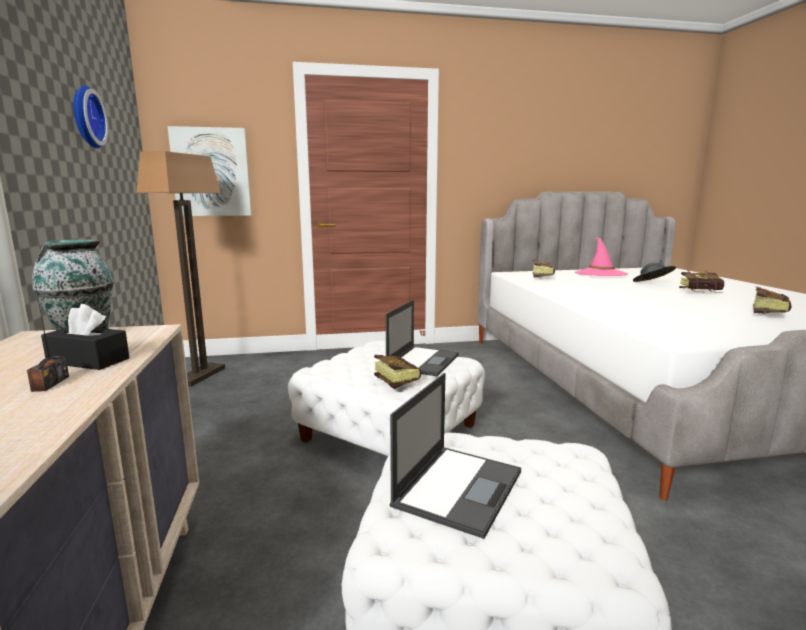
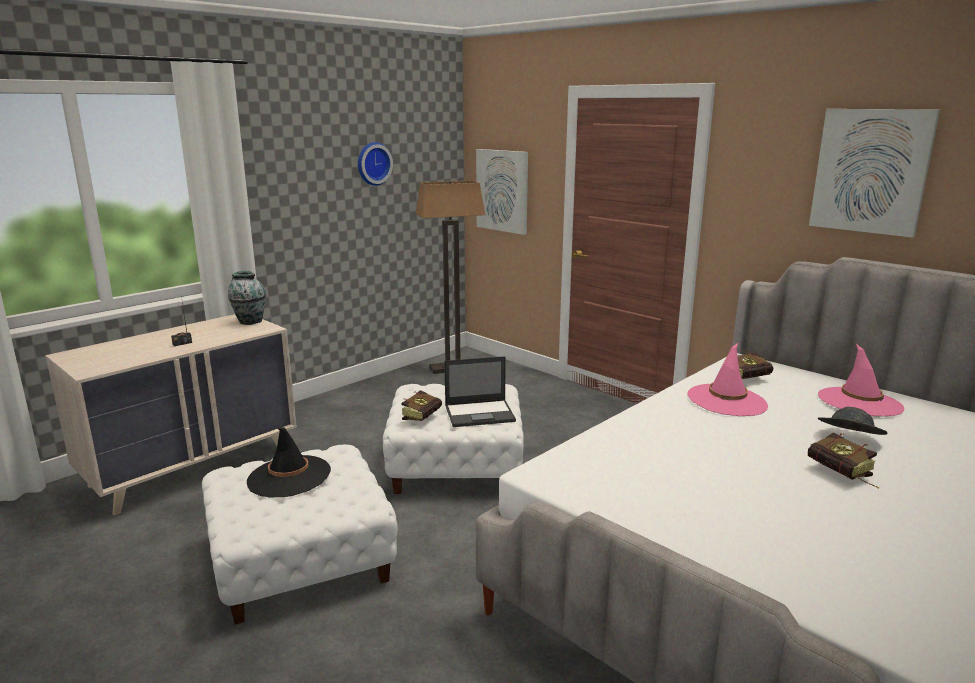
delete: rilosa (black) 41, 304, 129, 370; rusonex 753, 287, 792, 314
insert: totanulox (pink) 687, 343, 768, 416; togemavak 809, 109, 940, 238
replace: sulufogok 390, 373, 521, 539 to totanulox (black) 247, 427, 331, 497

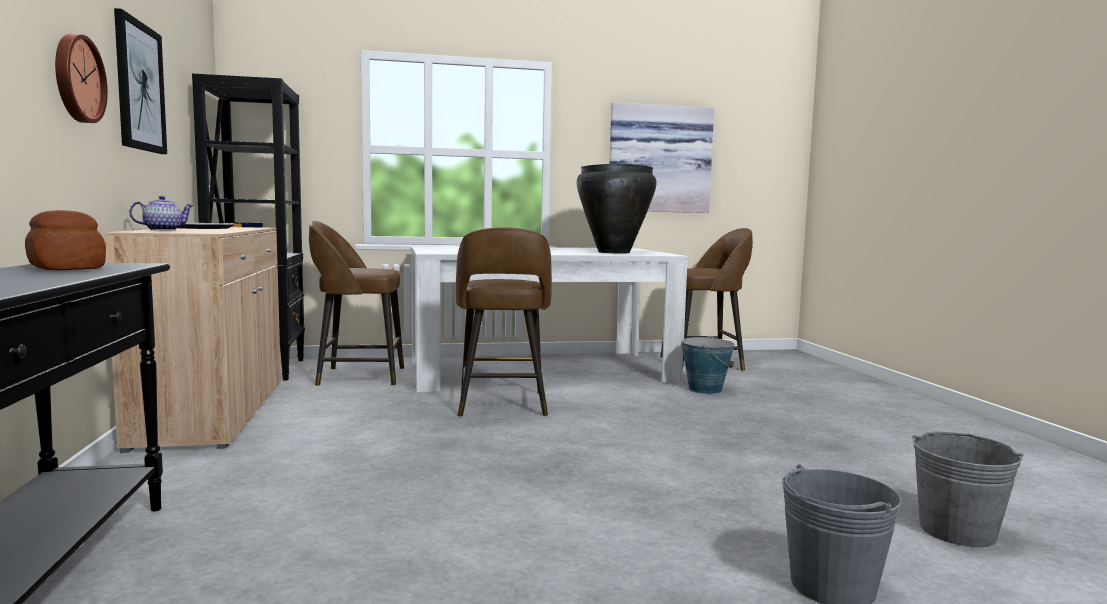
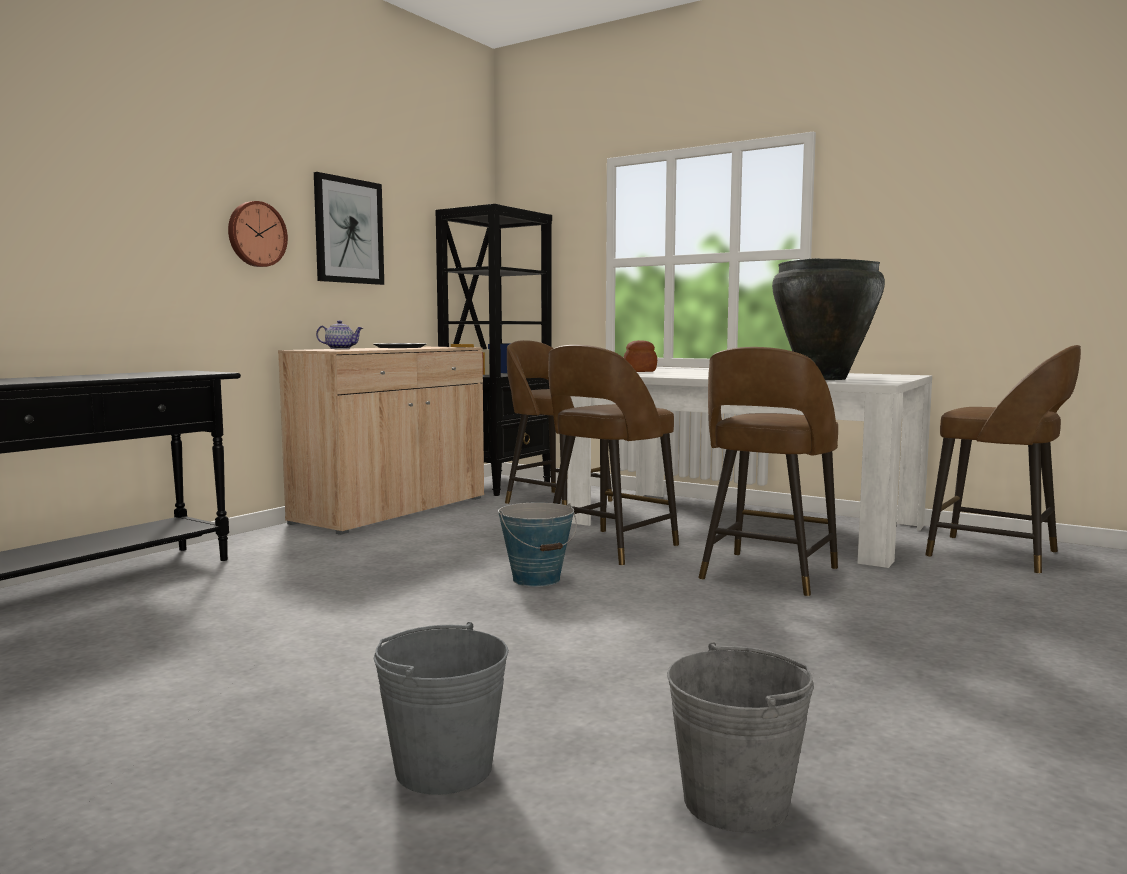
delete: togemavak 610, 102, 714, 213
insert: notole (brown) 698, 347, 838, 597
move: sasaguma 25, 210, 106, 270 to 624, 340, 657, 372; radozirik 681, 336, 735, 394 to 498, 503, 577, 587

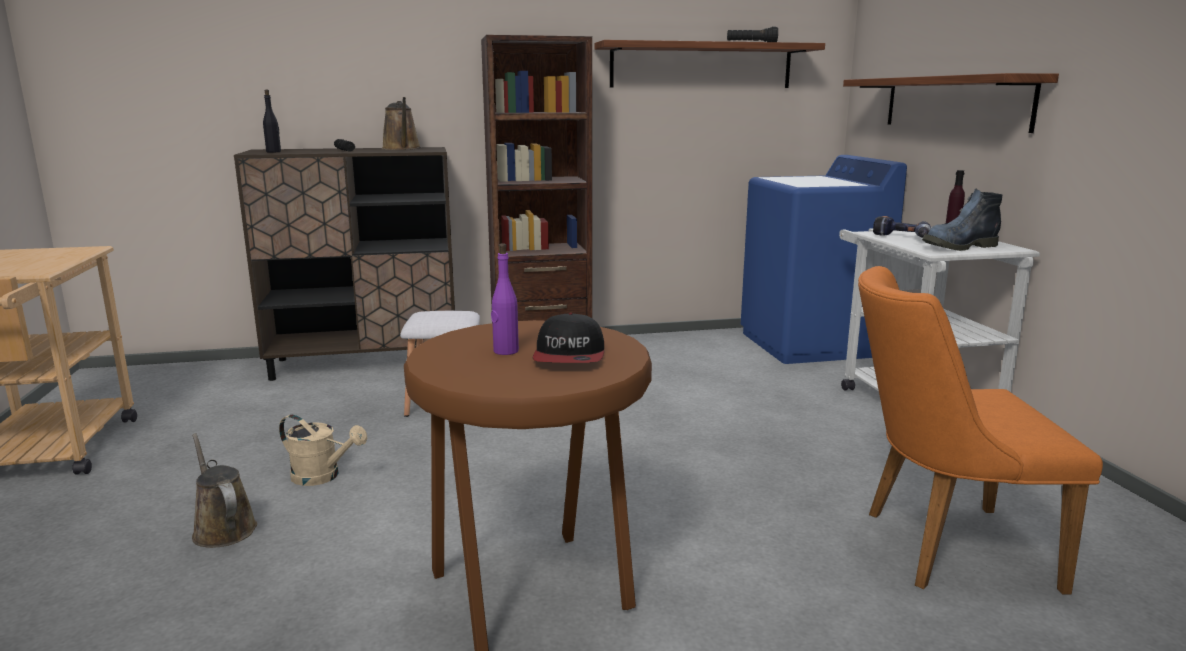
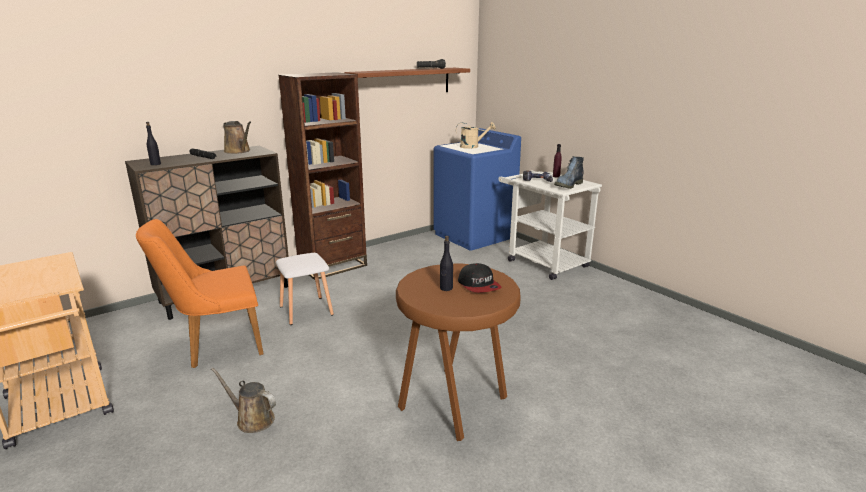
delete: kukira 843, 73, 1059, 133
move: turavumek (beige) 279, 415, 368, 486 to 456, 122, 496, 149; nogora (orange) 858, 266, 1103, 594 to 136, 219, 264, 368
recolor: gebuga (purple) 491, 243, 519, 355 to gebuga (black) 440, 236, 453, 291

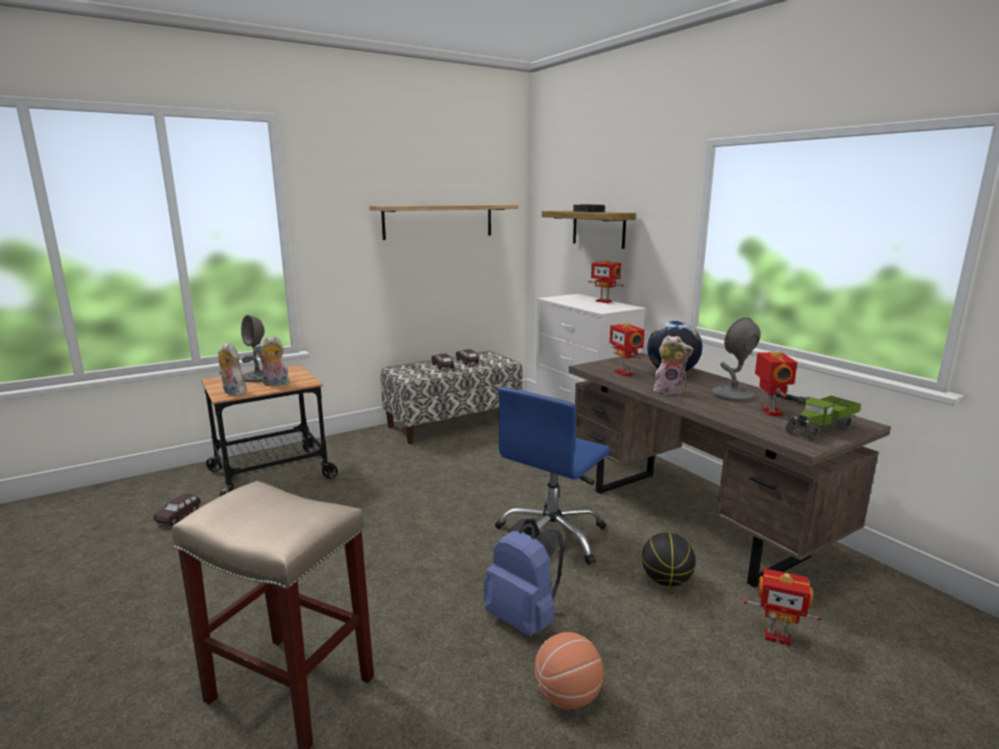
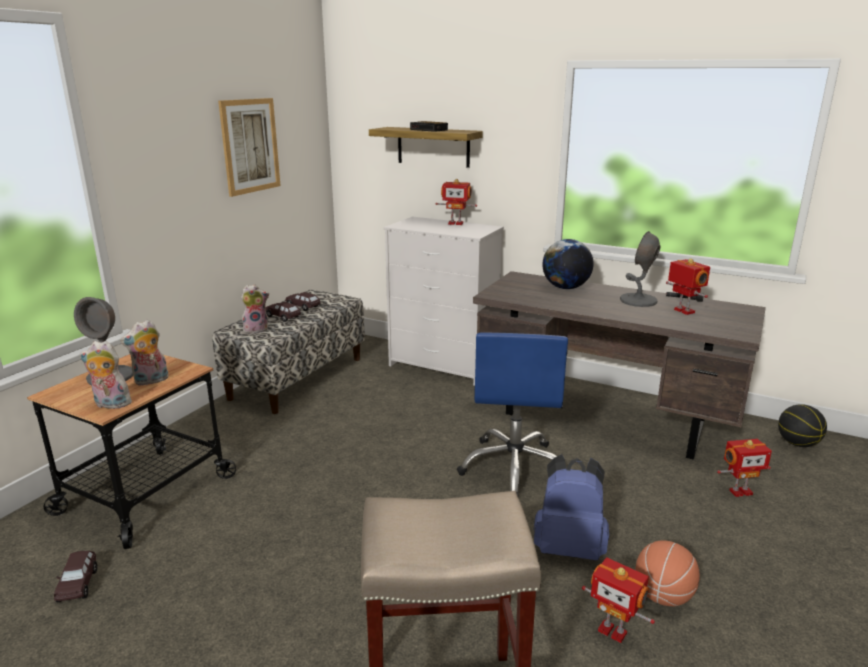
delete: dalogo 784, 396, 861, 441
move: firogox 610, 322, 645, 376 to 582, 557, 655, 643; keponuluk 642, 532, 696, 586 to 778, 404, 827, 447; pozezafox 653, 335, 694, 395 to 241, 284, 269, 334
replace: kukira 369, 204, 518, 240 to togemavak 218, 98, 281, 197

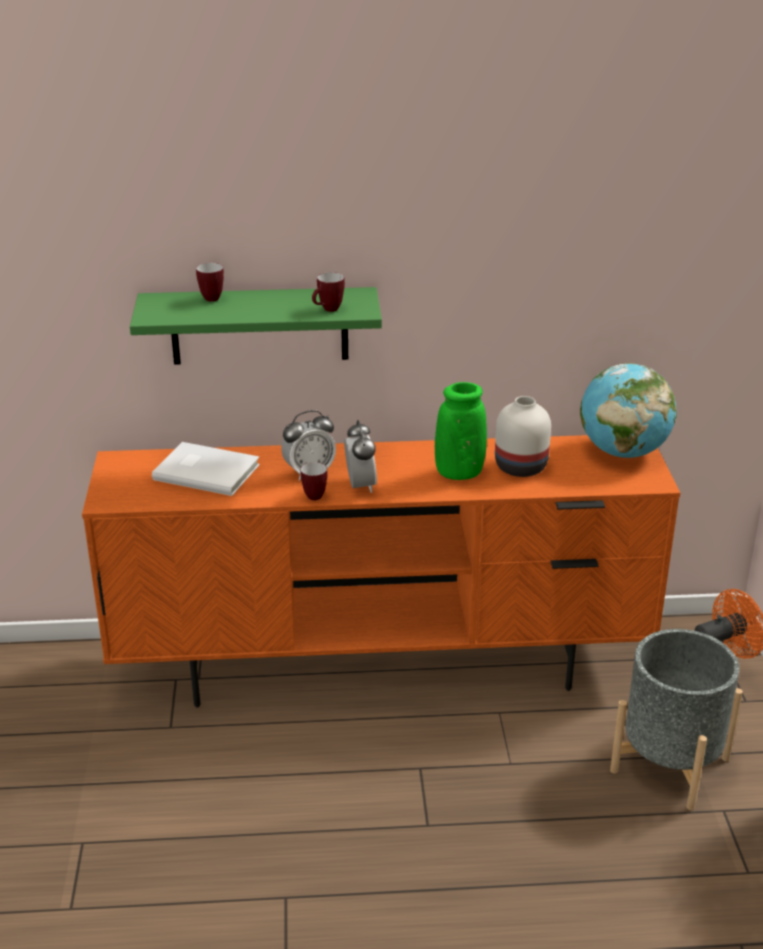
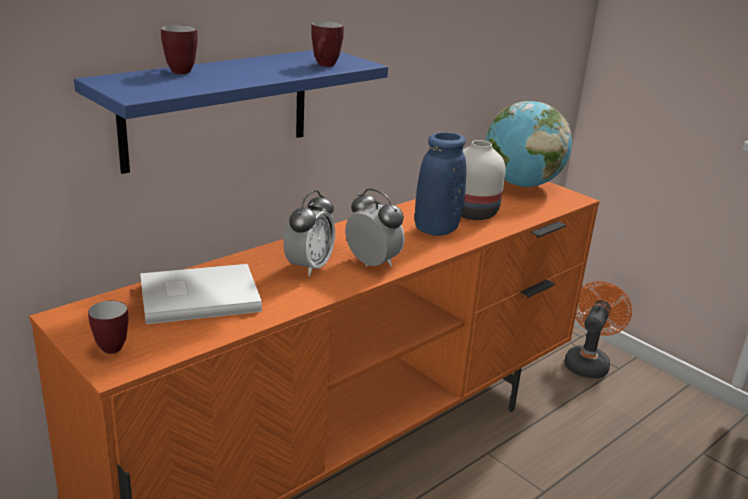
delete: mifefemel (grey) 610, 629, 743, 810
move: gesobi 300, 462, 328, 500 to 88, 301, 129, 354
recolor: kukira (green) 130, 287, 382, 365 to kukira (blue) 74, 50, 388, 174; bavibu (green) 435, 382, 487, 480 to bavibu (blue) 415, 132, 466, 236

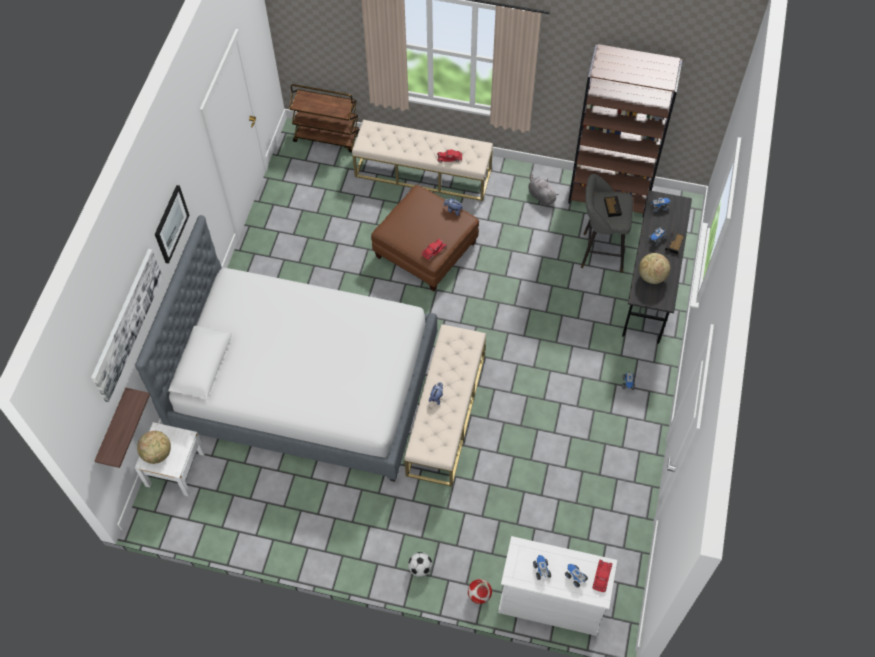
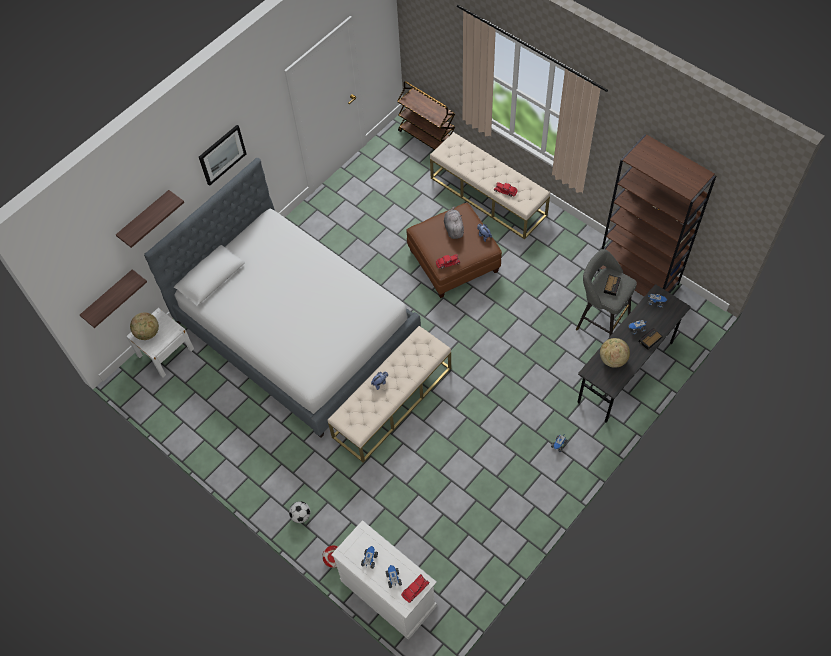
move: pozezafox (grey) 528, 174, 559, 205 to 444, 206, 464, 239
replace: togemavak 91, 249, 163, 402 to kukira 116, 190, 184, 248

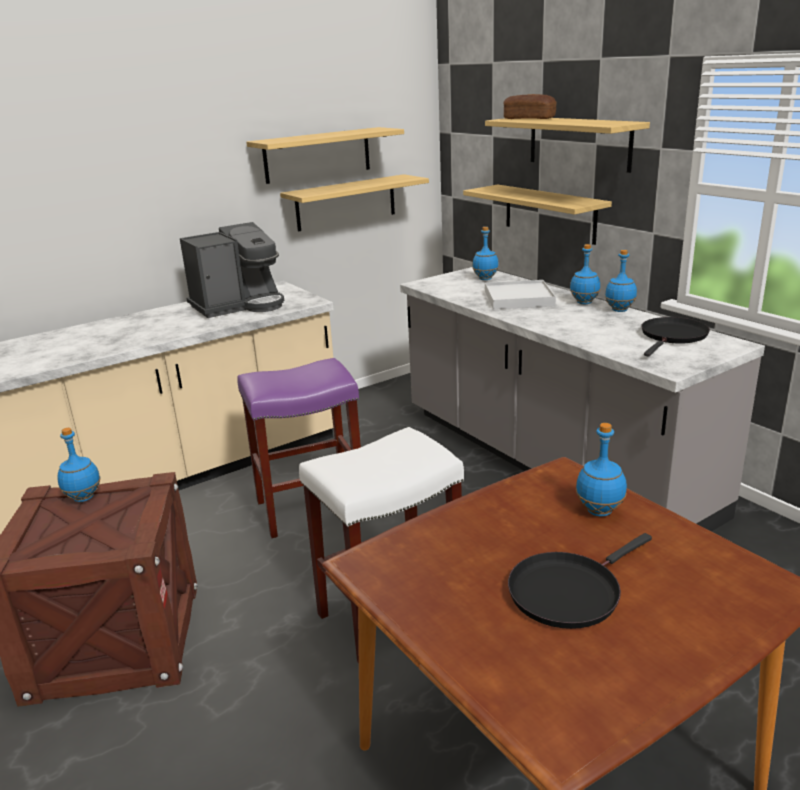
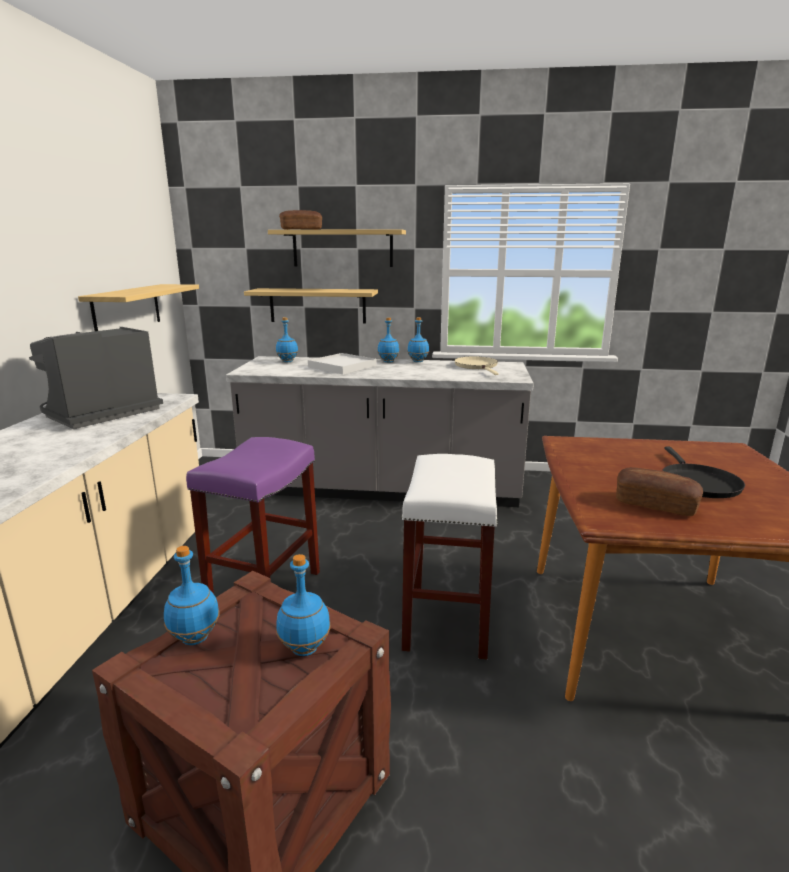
delete: kukira 246, 127, 404, 184
insert: sasaguma 616, 467, 703, 516
move: gebuga (blue) 576, 423, 627, 516 to 276, 554, 331, 656
recolor: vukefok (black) 641, 317, 710, 357 to vukefok (beige) 454, 356, 499, 375
rotate: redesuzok 180, 222, 284, 318 = 29, 327, 163, 429 150 degrees counterclockwise

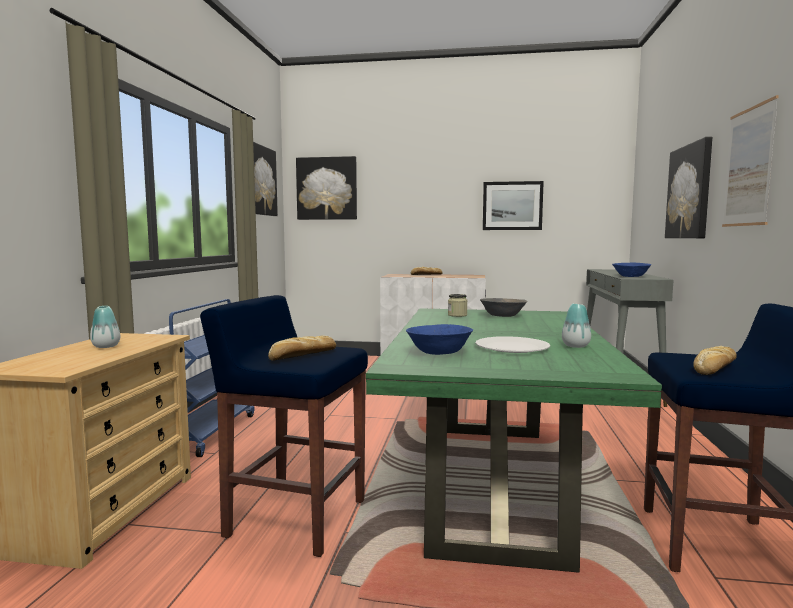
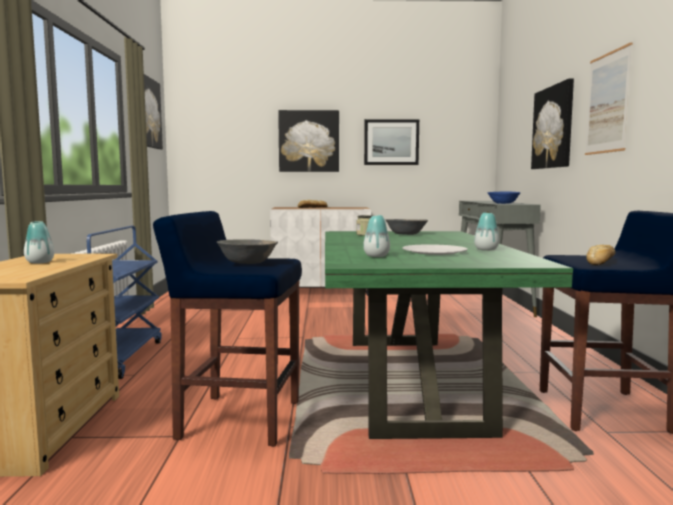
move: togemavak 296, 156, 357, 220 to 278, 110, 339, 172
replace: sasaguma 268, 335, 336, 361 to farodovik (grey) 217, 239, 278, 264; farodovik (blue) 406, 324, 473, 355 to bavibu 363, 215, 390, 257

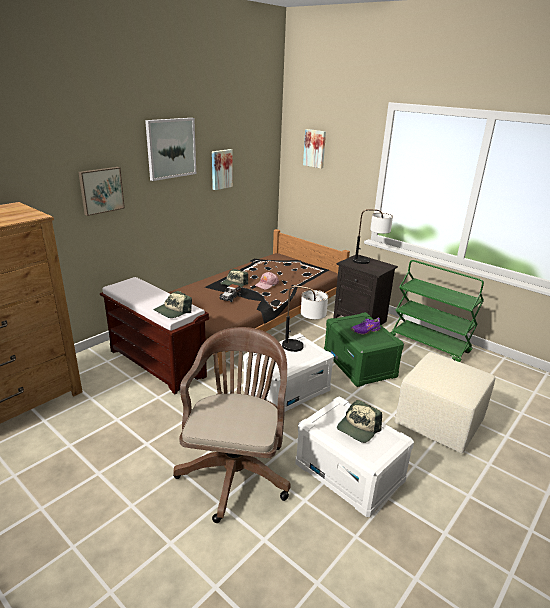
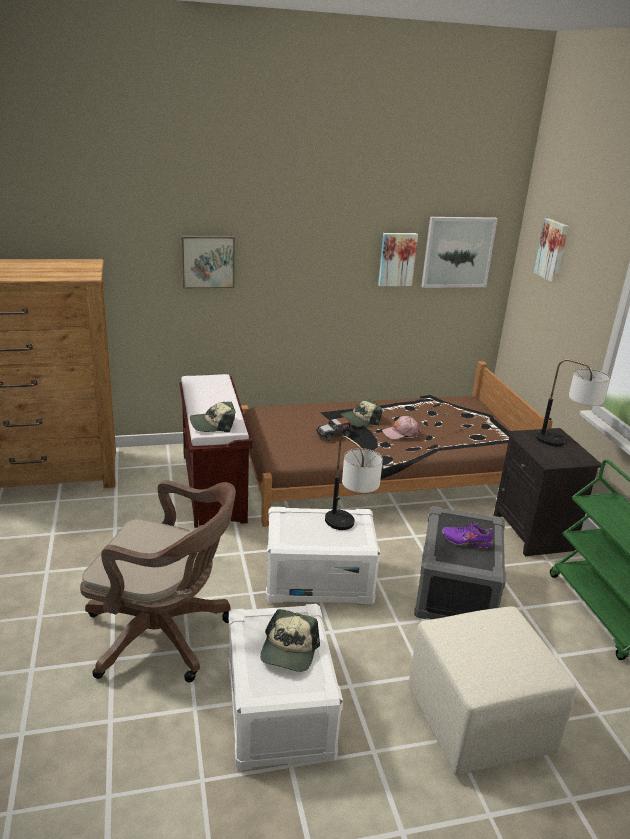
move: togemavak 145, 118, 196, 181 to 422, 217, 498, 288
recolor: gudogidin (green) 324, 312, 404, 387 to gudogidin (grey) 414, 506, 506, 619
rotate: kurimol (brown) 173, 327, 291, 523 = 80, 480, 236, 683 60 degrees clockwise; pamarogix 337, 400, 382, 443 = 260, 609, 320, 672 60 degrees counterclockwise

